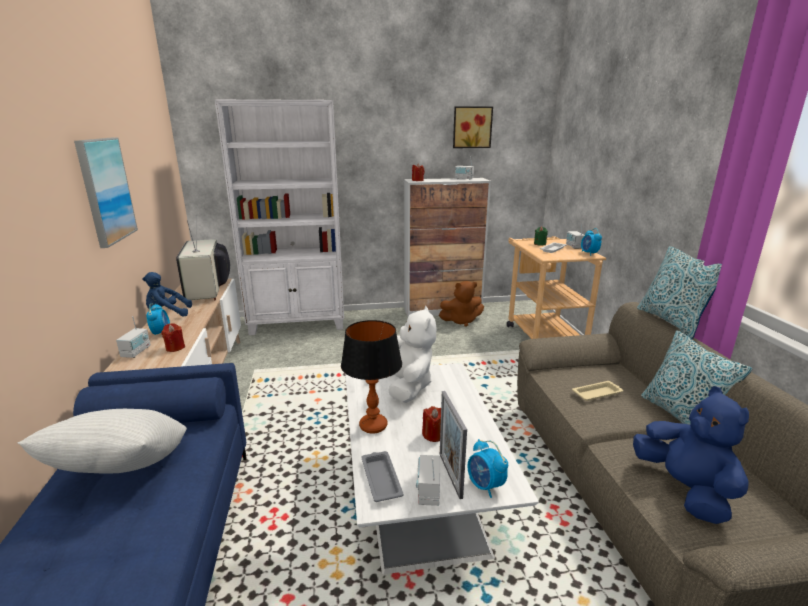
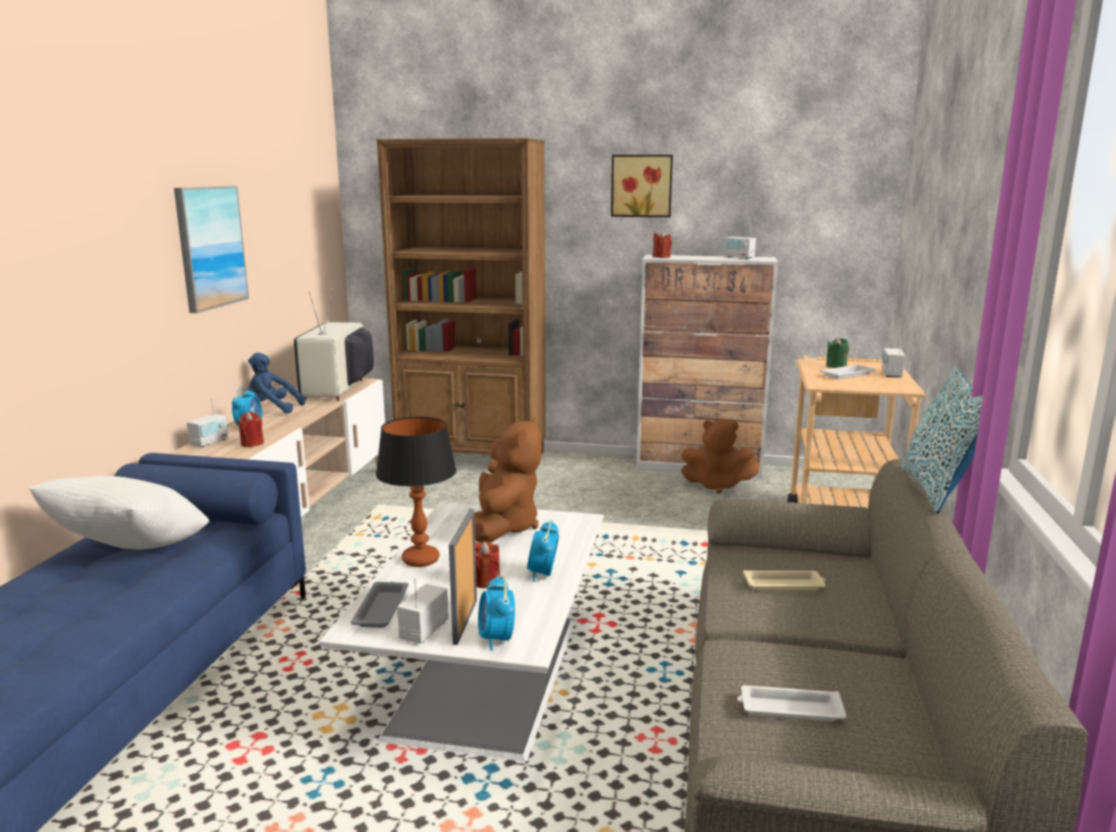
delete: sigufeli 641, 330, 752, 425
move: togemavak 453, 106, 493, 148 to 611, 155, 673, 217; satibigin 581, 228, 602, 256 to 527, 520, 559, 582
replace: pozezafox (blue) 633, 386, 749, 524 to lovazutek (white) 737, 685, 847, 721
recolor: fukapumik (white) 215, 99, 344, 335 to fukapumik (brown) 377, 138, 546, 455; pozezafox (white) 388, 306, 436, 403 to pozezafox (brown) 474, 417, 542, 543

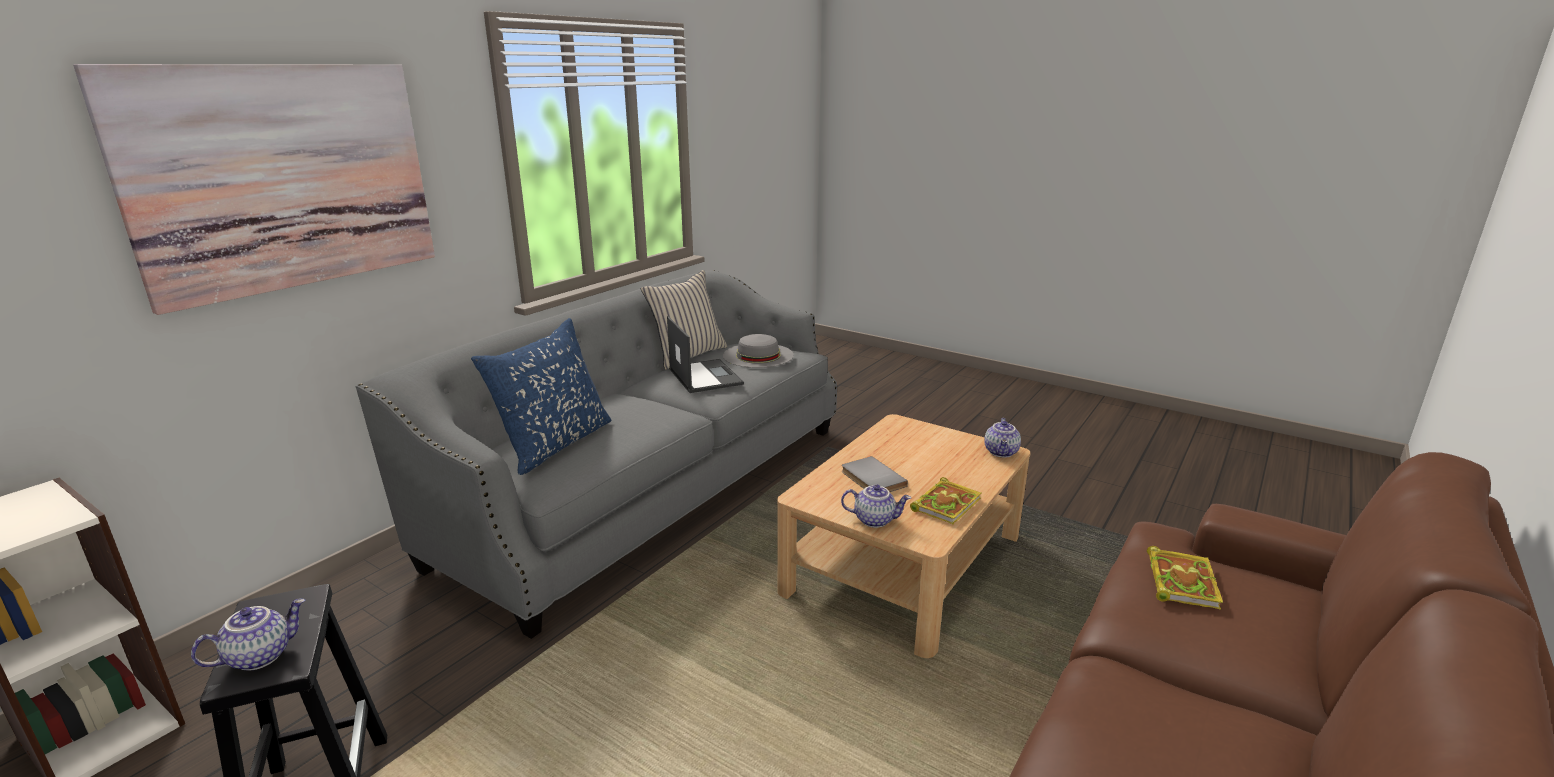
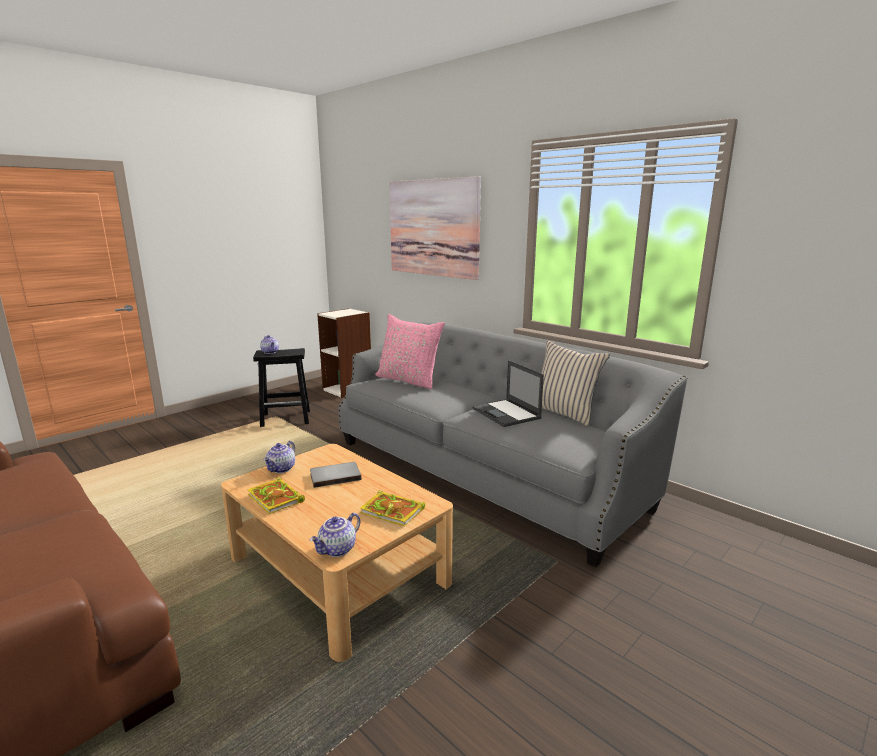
delete: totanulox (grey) 723, 334, 794, 368
move: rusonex 1147, 546, 1223, 610 to 360, 490, 425, 526
recolor: sigufeli (blue) 471, 318, 611, 475 to sigufeli (pink) 375, 314, 445, 389
rotate: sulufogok 667, 316, 744, 393 = 472, 360, 544, 427 75 degrees clockwise; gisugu 984, 418, 1021, 458 = 310, 513, 360, 557 75 degrees counterclockwise

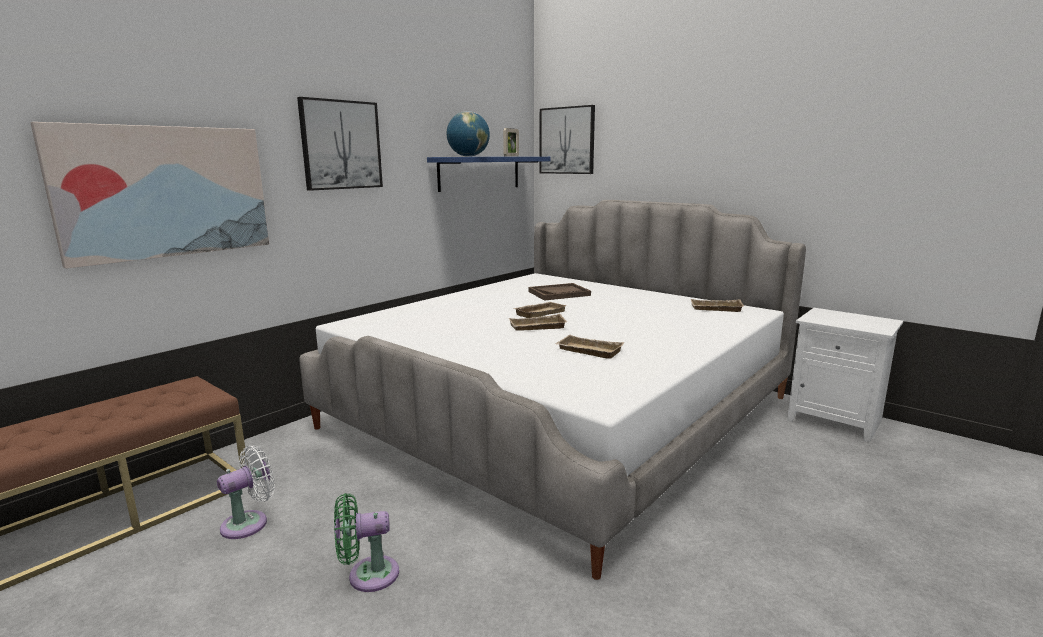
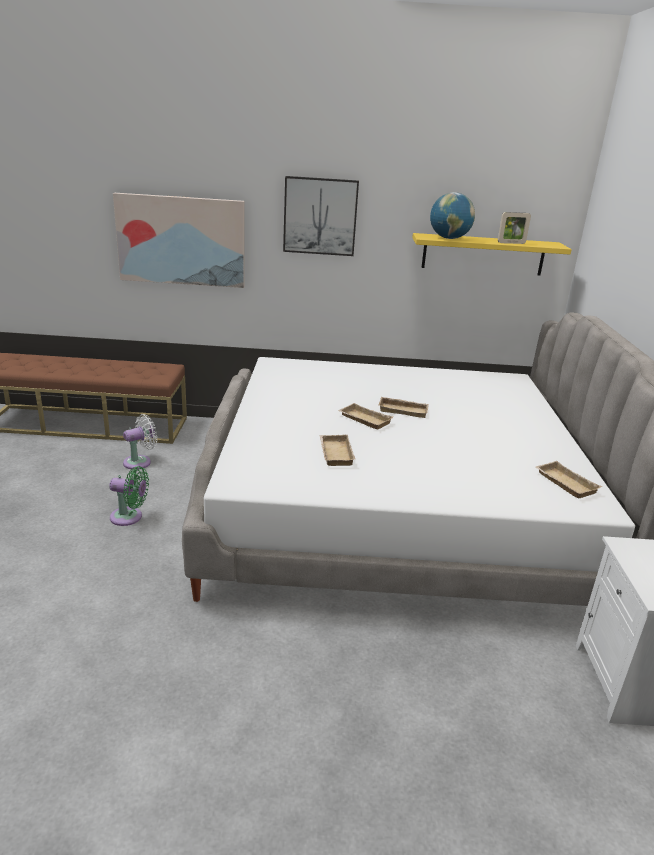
delete: lovazutek (brown) 529, 283, 591, 301; togemavak 539, 105, 595, 174
recolor: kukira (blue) 427, 157, 551, 192 to kukira (yellow) 412, 233, 572, 275
rotate: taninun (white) 217, 445, 275, 539 = 123, 414, 157, 469 45 degrees counterclockwise; taninun (green) 334, 493, 399, 592 = 109, 466, 149, 526 150 degrees clockwise

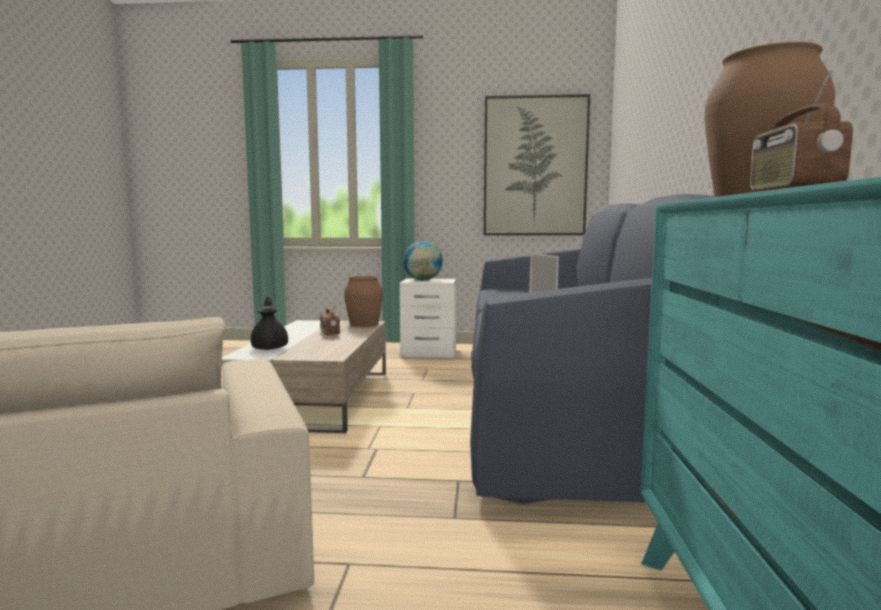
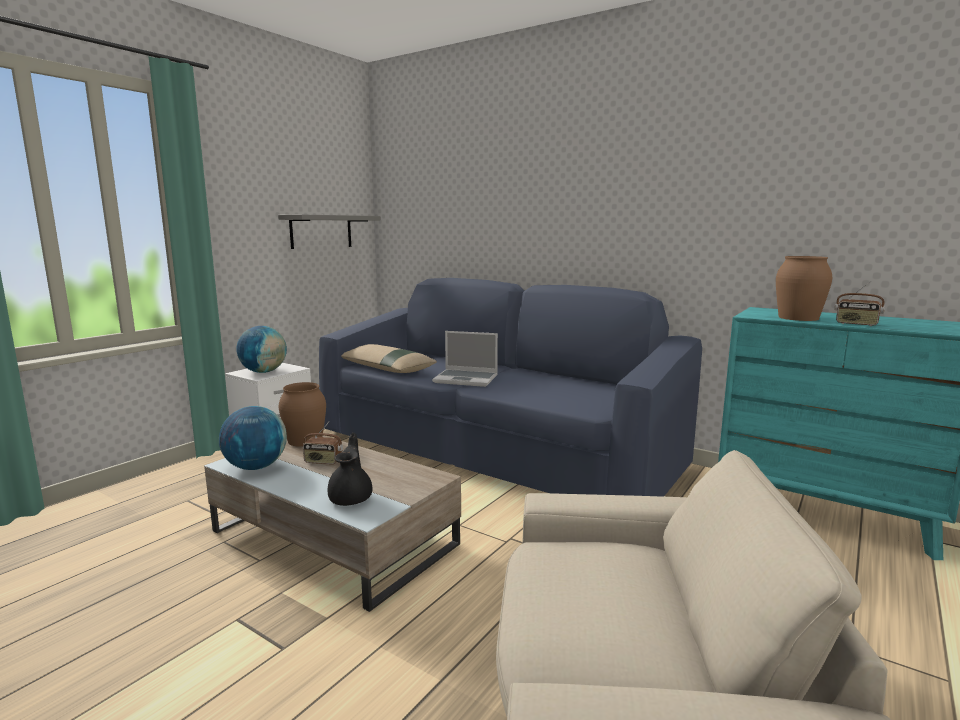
insert: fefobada 219, 406, 287, 470; sigufeli (beige) 341, 344, 437, 373
replace: togemavak 484, 94, 590, 235 to kukira (grey) 278, 214, 381, 249
rotate: gisugu (black) 251, 297, 288, 350 = 328, 432, 372, 506 75 degrees clockwise

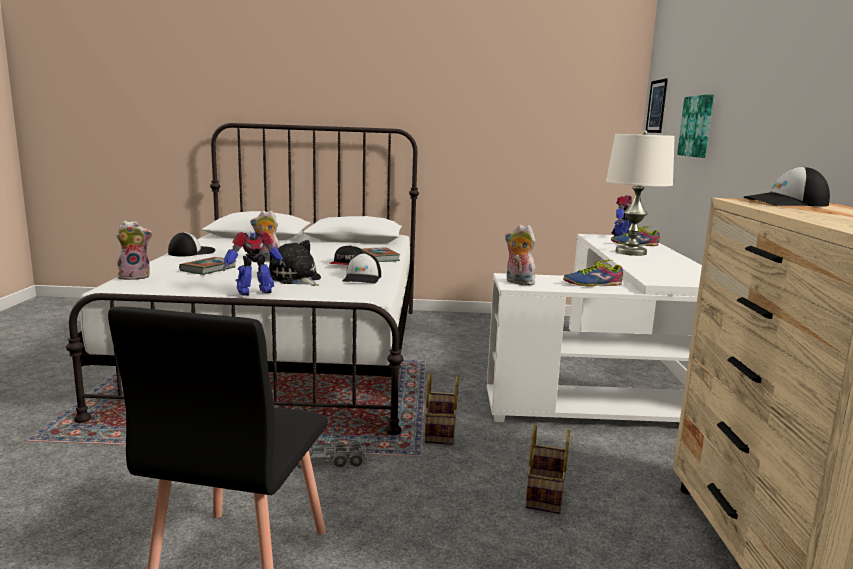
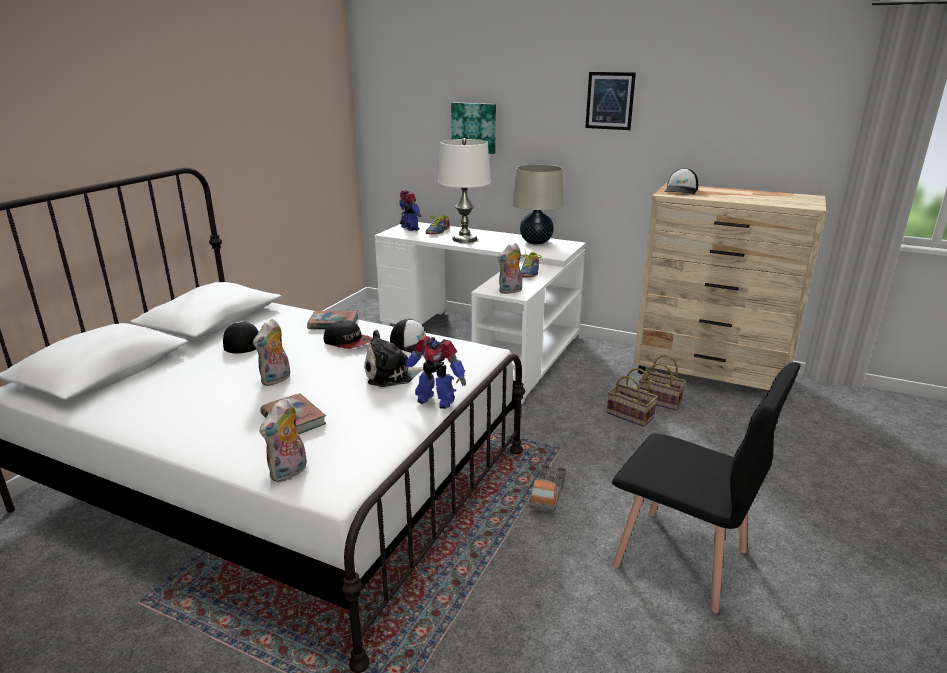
insert: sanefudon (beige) 512, 164, 564, 245
move: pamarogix 168, 232, 215, 257 to 223, 321, 259, 353; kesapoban 425, 374, 459, 445 to 639, 355, 686, 410; togemavak 646, 78, 668, 133 to 585, 72, 636, 130
rotate: pozezafox 117, 220, 153, 280 = 259, 397, 307, 482 150 degrees counterclockwise; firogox 222, 231, 286, 296 = 403, 336, 466, 409 120 degrees clockwise

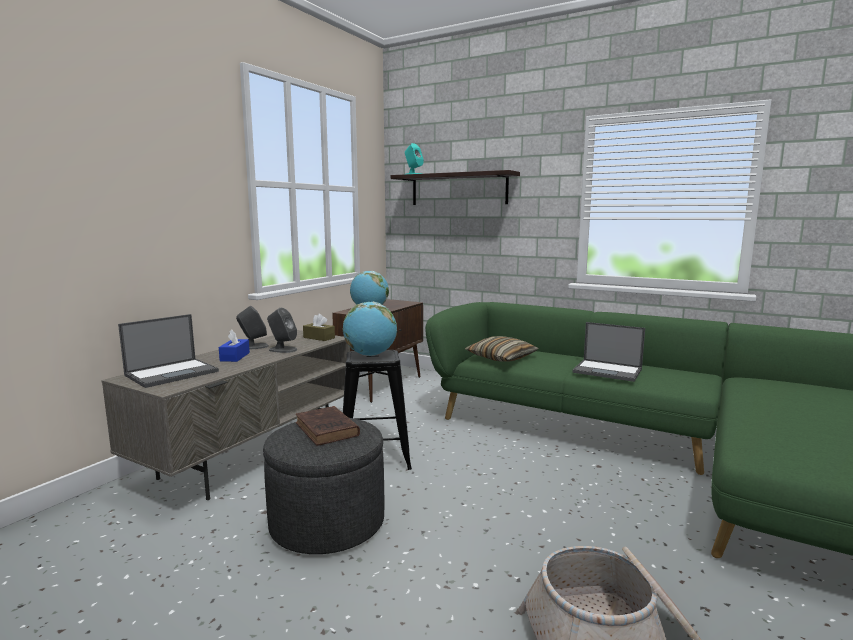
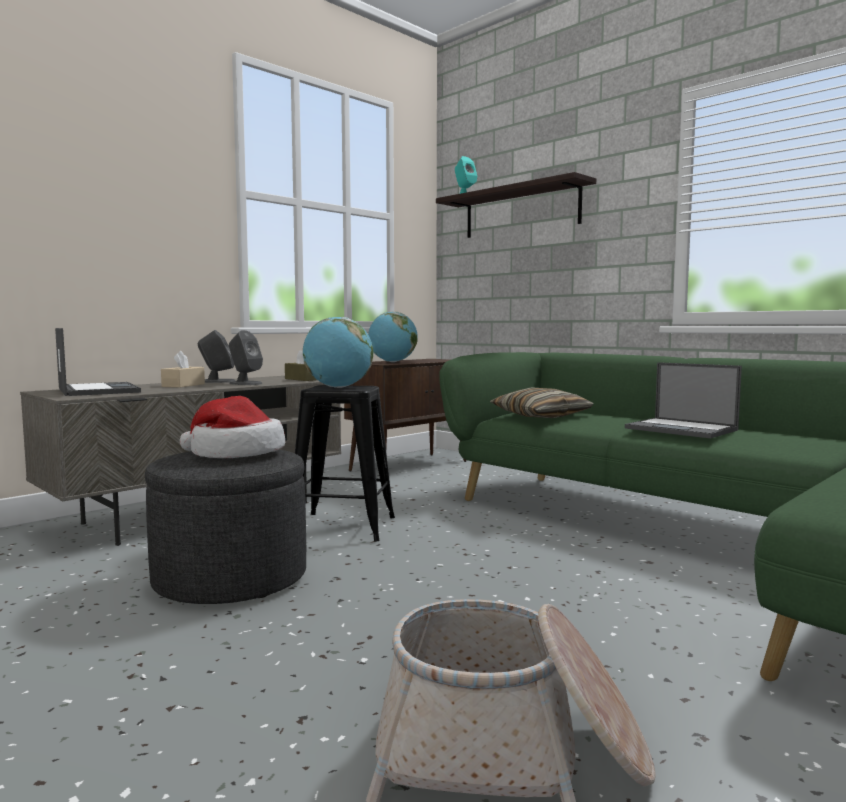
replace: rusonex (brown) 296, 406, 360, 446 to totanulox 180, 396, 285, 458
recolor: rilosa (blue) 219, 330, 250, 362 to rilosa (beige) 161, 351, 205, 388
rotate: sulufogok 118, 314, 219, 388 = 55, 328, 141, 396 90 degrees counterclockwise

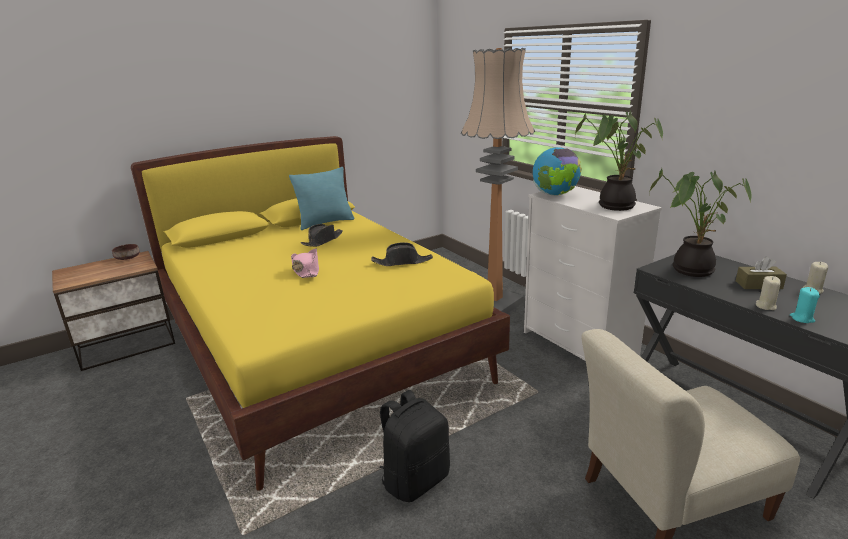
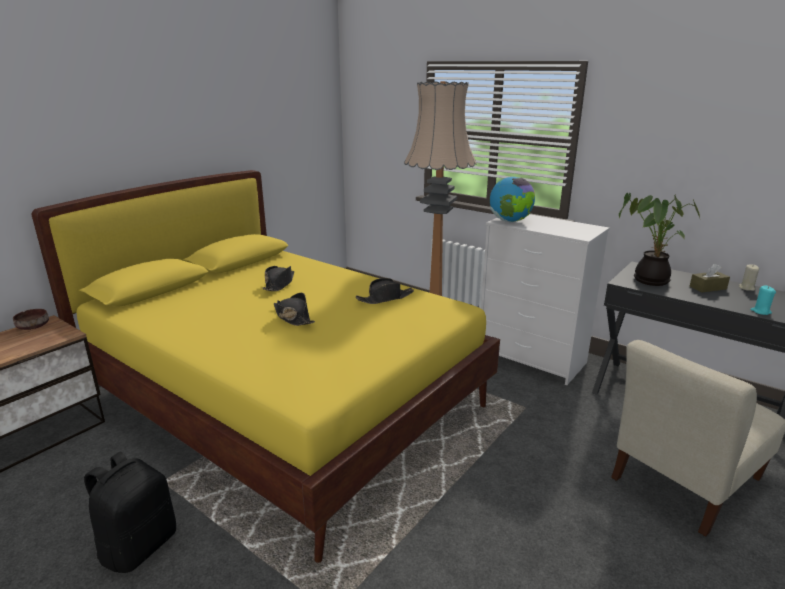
delete: sigufeli (turquoise) 289, 167, 355, 230; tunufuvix 575, 111, 663, 211; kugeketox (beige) 756, 276, 781, 310
move: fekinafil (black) 379, 390, 450, 502 to 84, 451, 176, 573
recolor: totanulox (pink) 291, 248, 319, 278 to totanulox (black) 274, 293, 315, 326

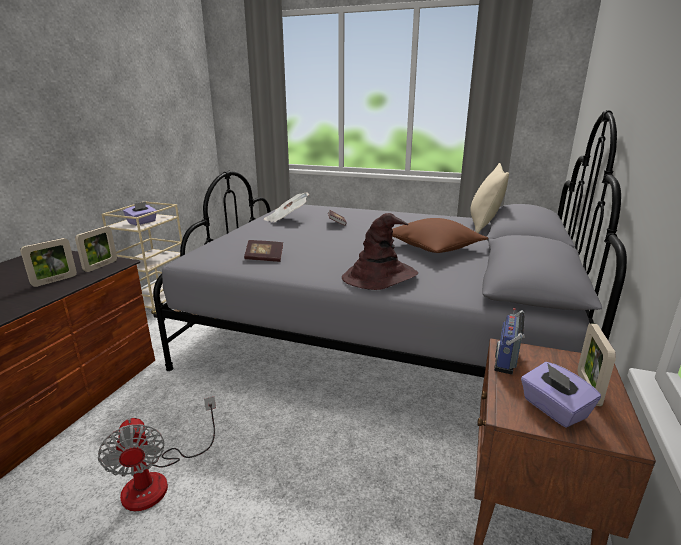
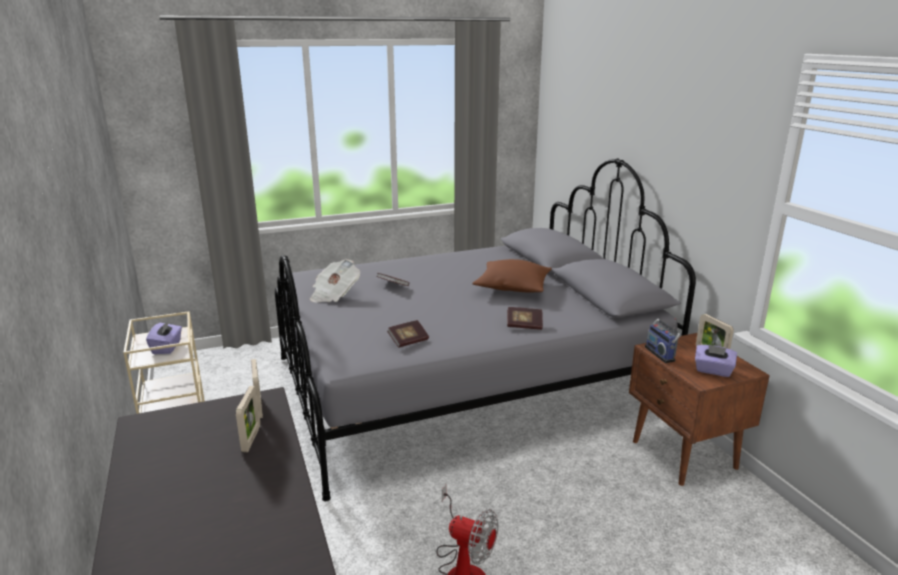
delete: sigufeli (beige) 470, 163, 509, 233
replace: totanulox (brown) 342, 213, 418, 290 to rusonex 507, 307, 543, 330

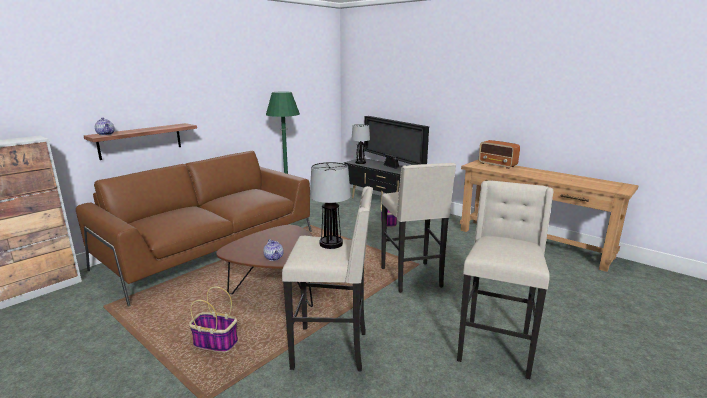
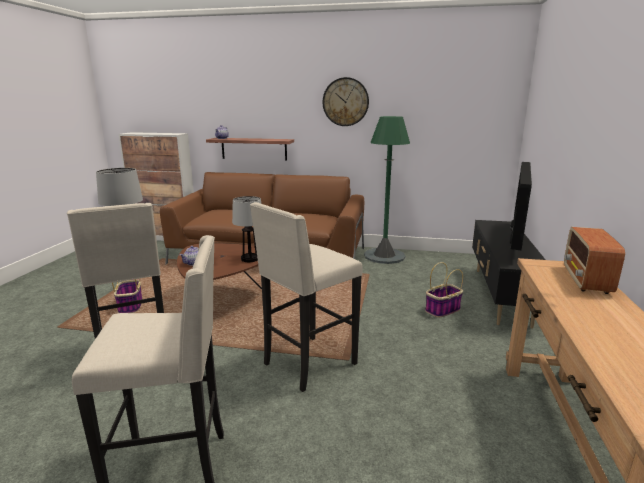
insert: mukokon 323, 77, 369, 126
move: sanefudon 351, 124, 370, 164 to 232, 196, 261, 262

